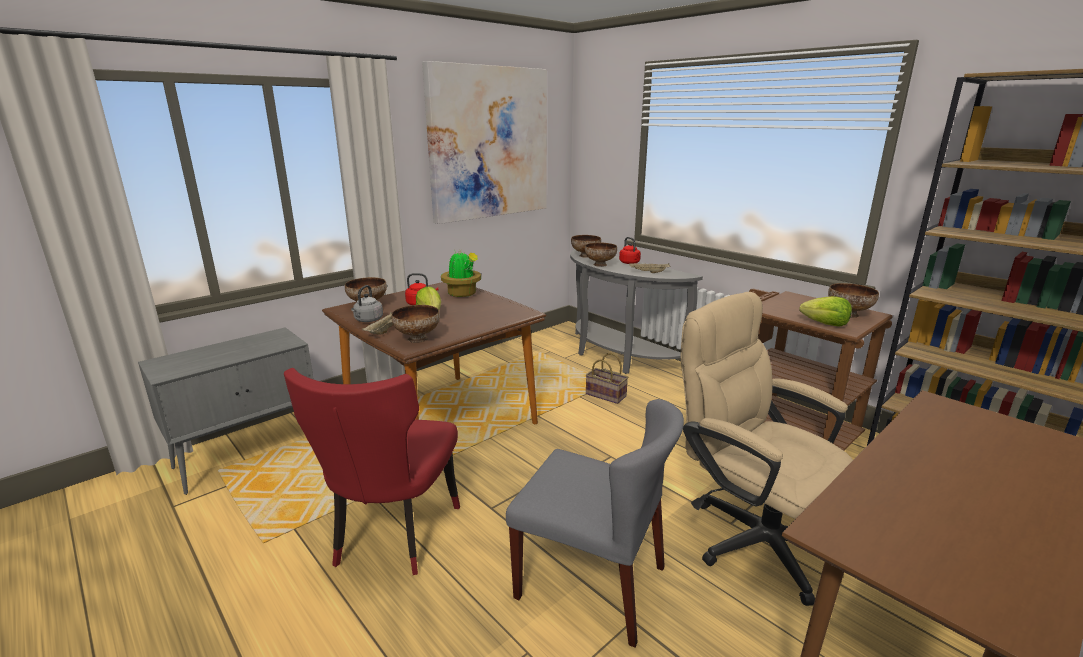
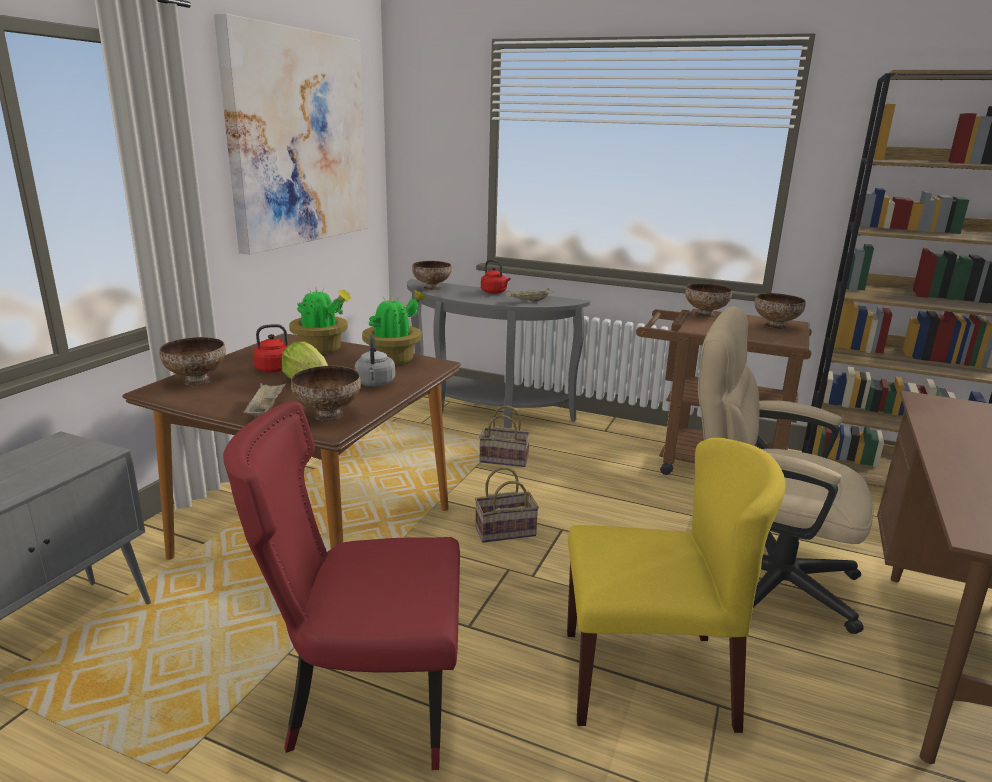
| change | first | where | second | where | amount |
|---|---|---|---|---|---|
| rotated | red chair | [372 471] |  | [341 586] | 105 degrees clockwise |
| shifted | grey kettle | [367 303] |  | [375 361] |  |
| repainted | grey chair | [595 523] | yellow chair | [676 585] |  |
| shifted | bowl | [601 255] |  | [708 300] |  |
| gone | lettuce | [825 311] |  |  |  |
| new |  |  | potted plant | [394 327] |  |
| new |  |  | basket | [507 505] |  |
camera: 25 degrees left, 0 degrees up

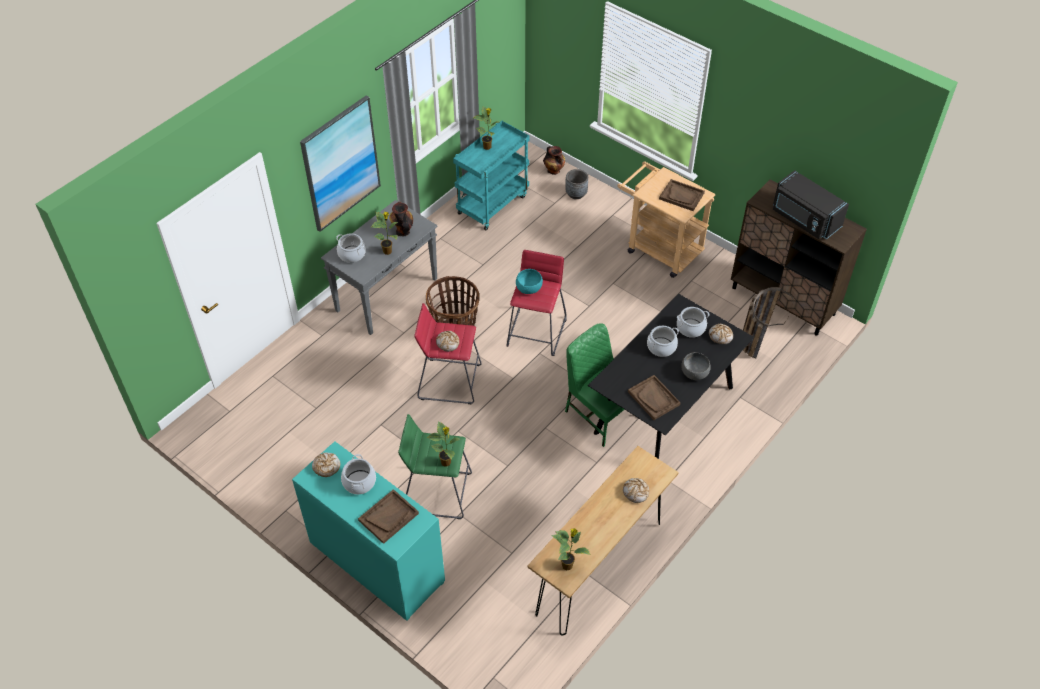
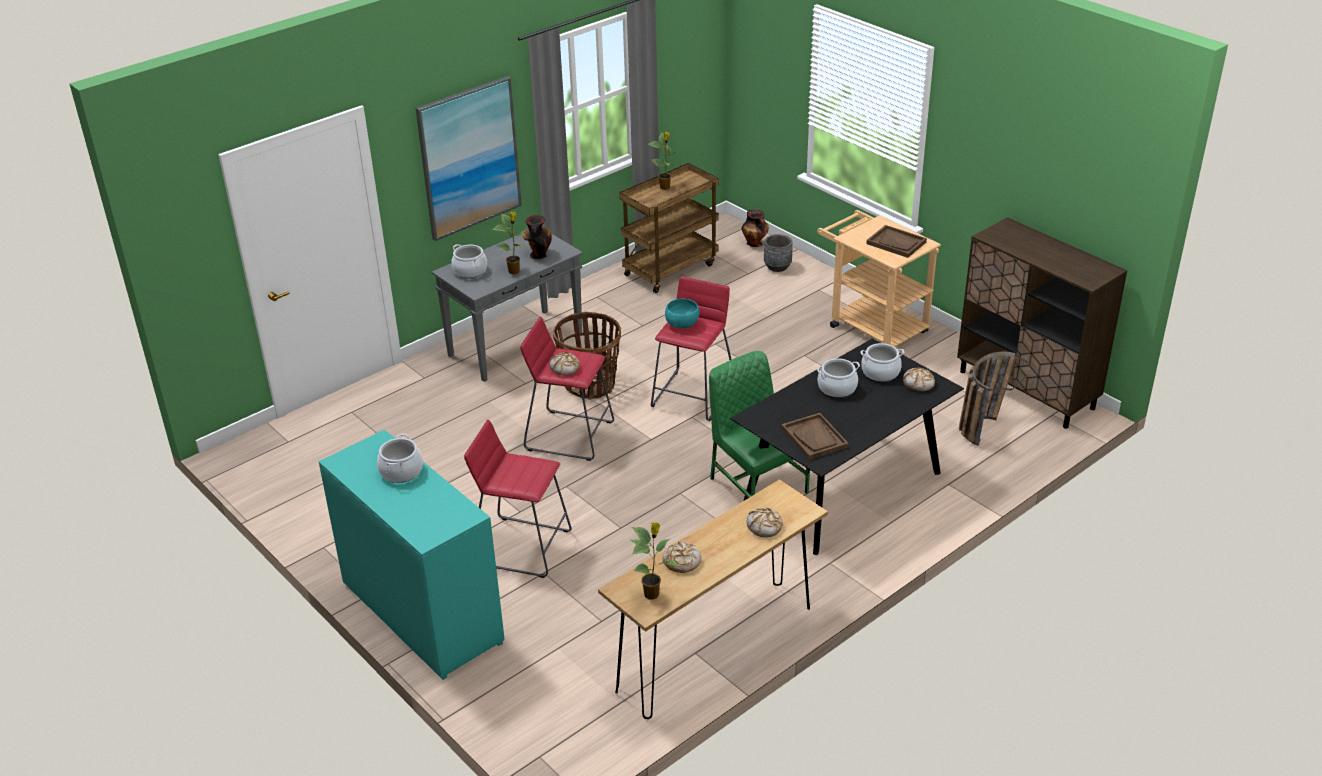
| change | first | where | second | where | amount |
|---|---|---|---|---|---|
| shifted | bread | [326 464] |  | [682 557] |  |
| gone | brown tray | [388 516] |  |  |  |
| repainted | green stool | [435 466] | red stool | [518 499] |  |
| gone | potted plant | [444 444] |  |  |  |
| repainted | turquoise cart | [491 175] | brown cart | [669 228] |  |
| gone | grey bowl | [696 366] |  |  |  |
| gone | black microwave | [811 204] |  |  |  |
camera: 10 degrees right, 15 degrees down

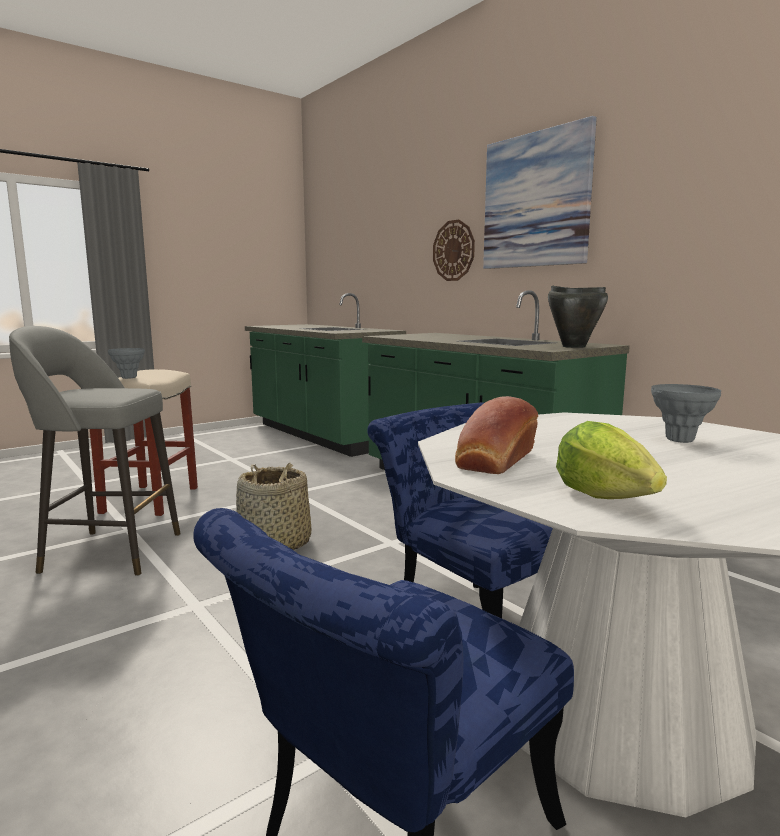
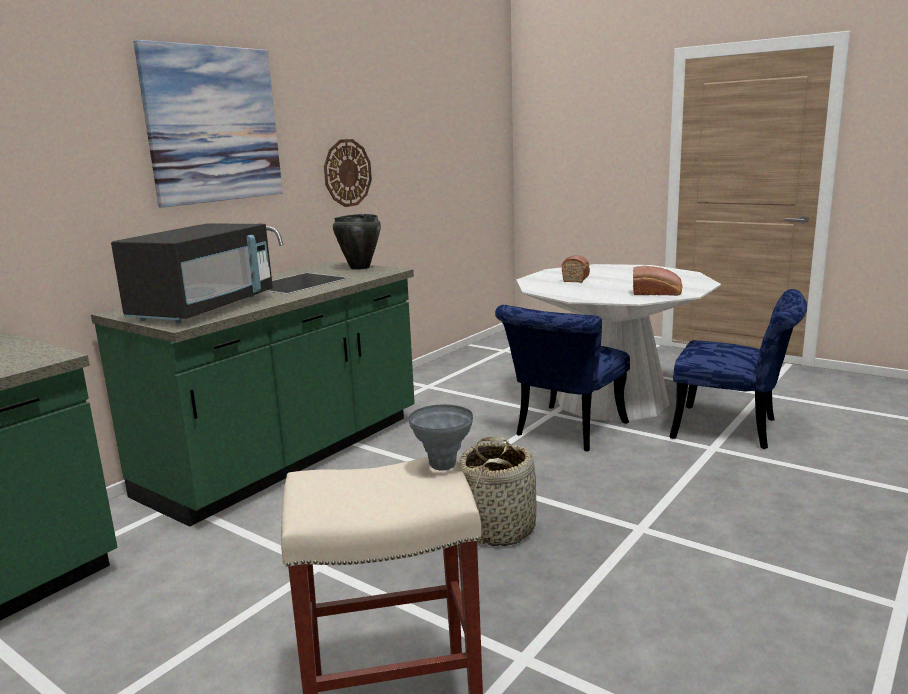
| change | first | where | second | where | amount |
|---|---|---|---|---|---|
| gone | grey stool | [95 451] |  |  |  |
| shifted | wall clock | [454 250] |  | [348 173] |  |
| gone | lettuce | [611 460] |  |  |  |
| swapped | grey vase | [686 413] | bread | [576 269] |  |
| new |  |  | black microwave | [192 273] |  |
camera: 105 degrees left, 5 degrees up

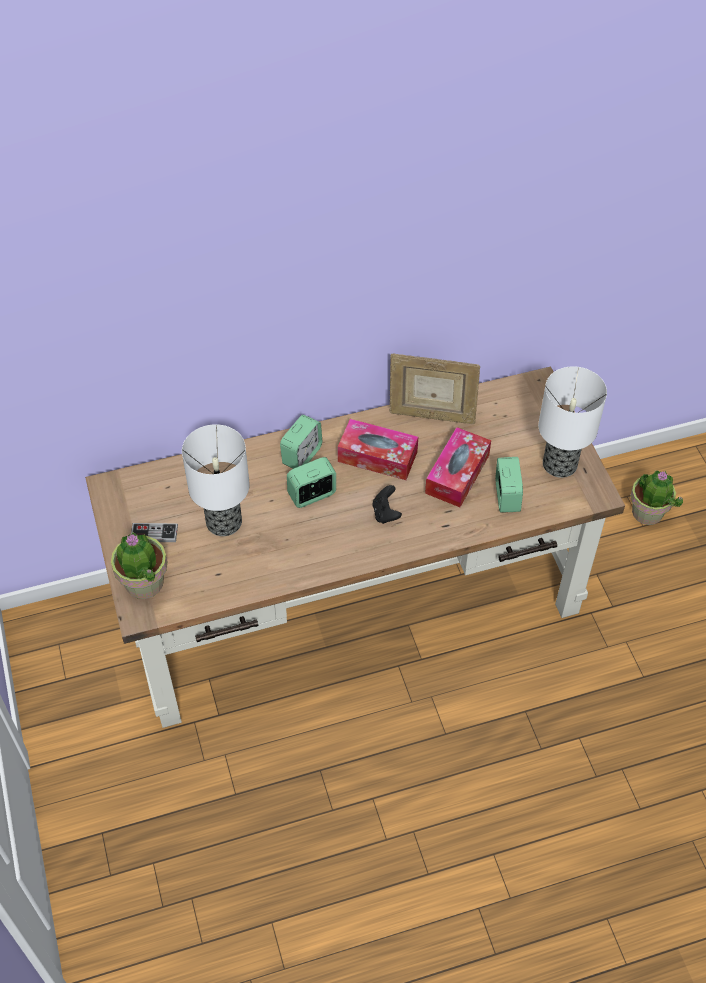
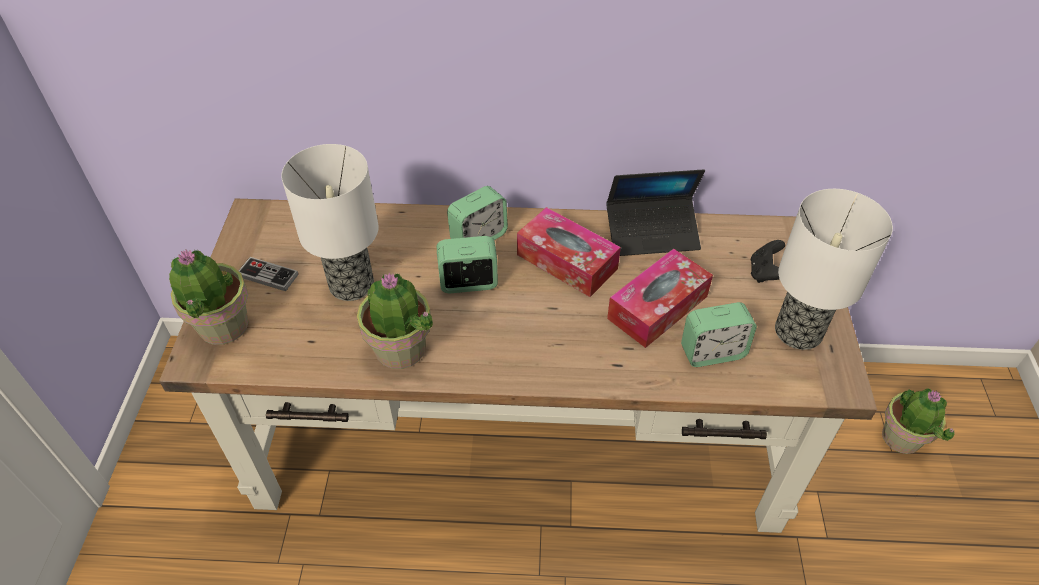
| change | first | where | second | where | amount |
|---|---|---|---|---|---|
| shifted | black game controller | [387 504] |  | [768 261] |  |
| swapped | picture frame | [435 389] | laptop | [655 212] |  |
| rotated | alarm clock | [509 485] |  | [719 334] | 60 degrees clockwise |
| new |  |  | potted plant | [395 321] |  |
camera: 20 degrees right, 5 degrees down

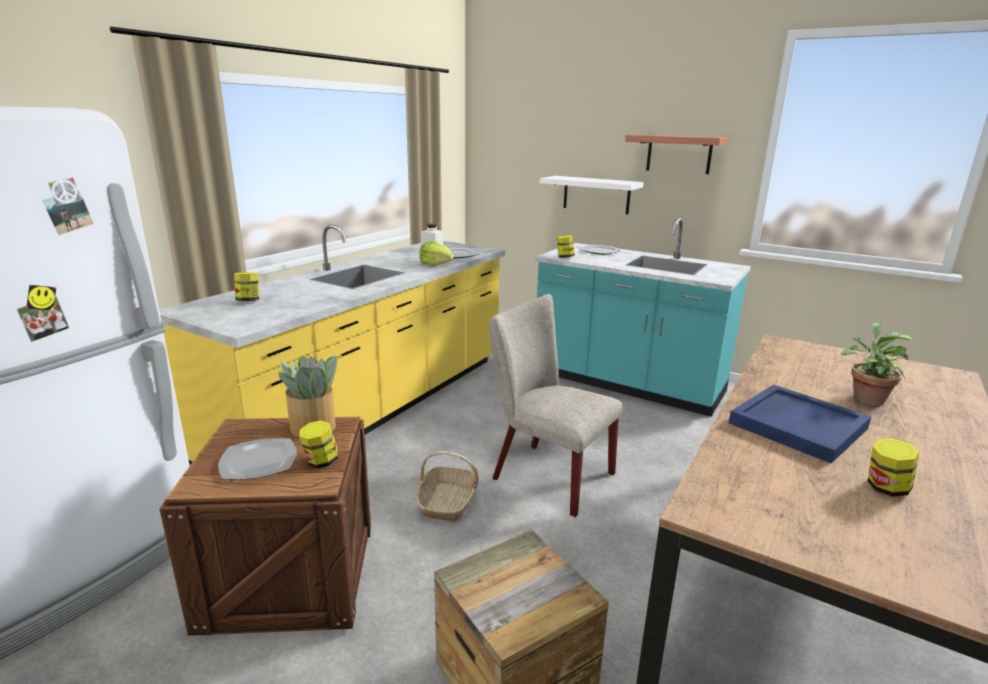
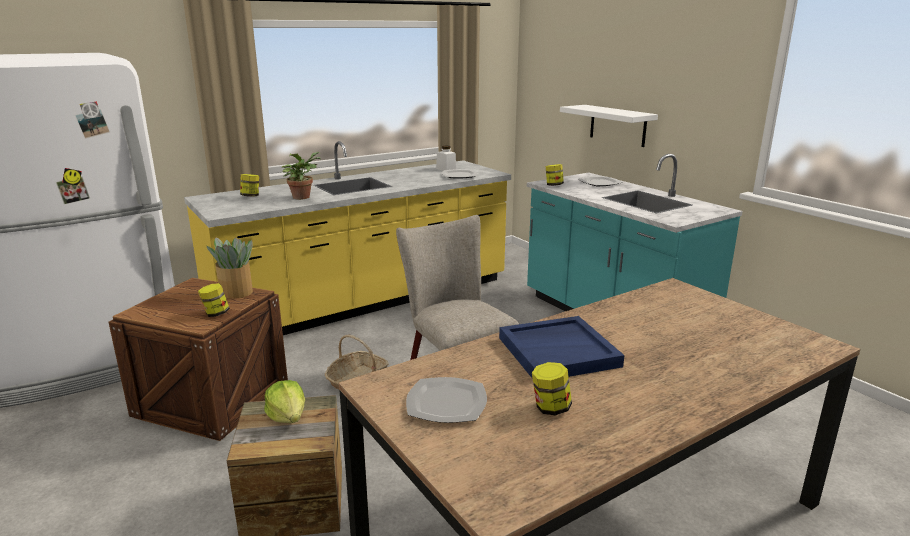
| change | first | where | second | where | amount |
|---|---|---|---|---|---|
| shifted | plate | [257 459] |  | [446 400] |  |
| shifted | lettuce | [436 253] |  | [284 401] |  |
| gone | shelf | [676 154] |  |  |  |
| shifted | potted plant | [877 364] |  | [301 176] |  |
camera: 25 degrees right, 0 degrees up

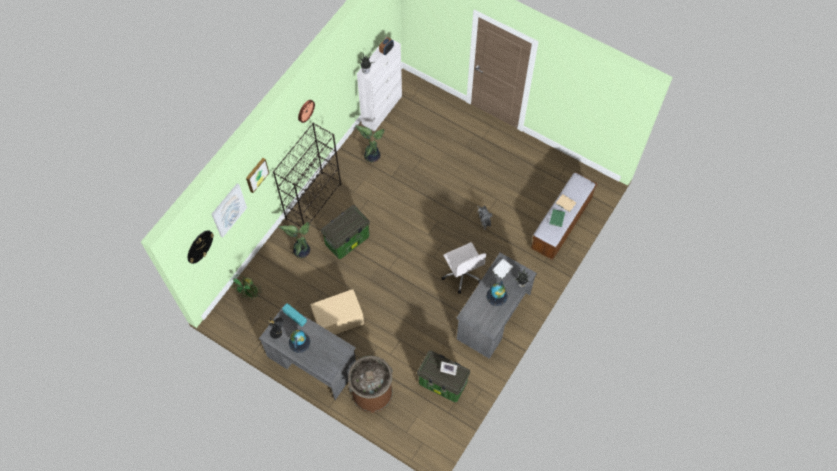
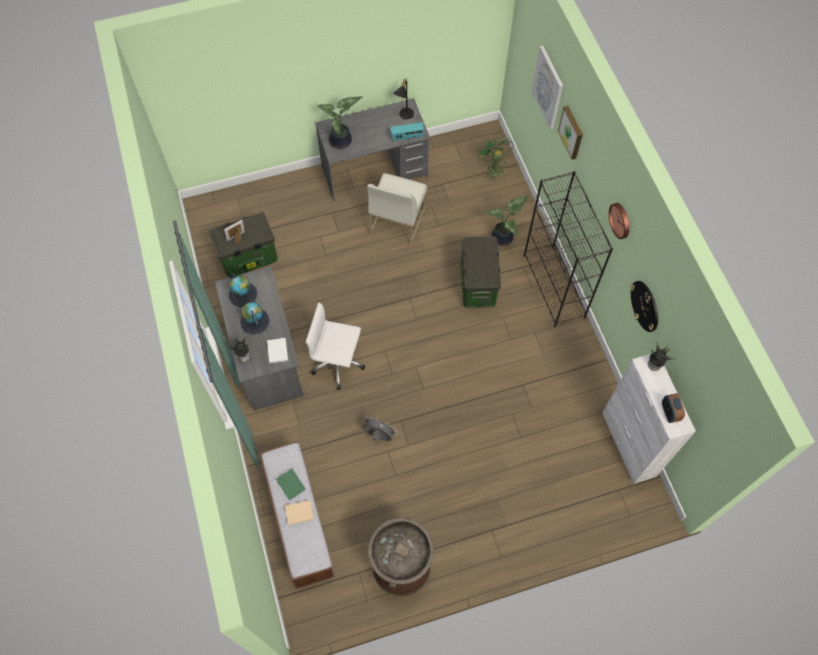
| change | first | where | second | where | amount |
|---|---|---|---|---|---|
| shifted | wall clock | [201 247] |  | [644 306] |  |
| shifted | globe | [299 341] |  | [243 290] |  |
| swapped | beige storage box | [337 312] | white chair | [397 209] |  |
| shifted | brown trash can | [370 384] |  | [401 557] |  |
| shifted | potted plant | [369 144] |  | [340 122] |  |
camera: 130 degrees right, 0 degrees up

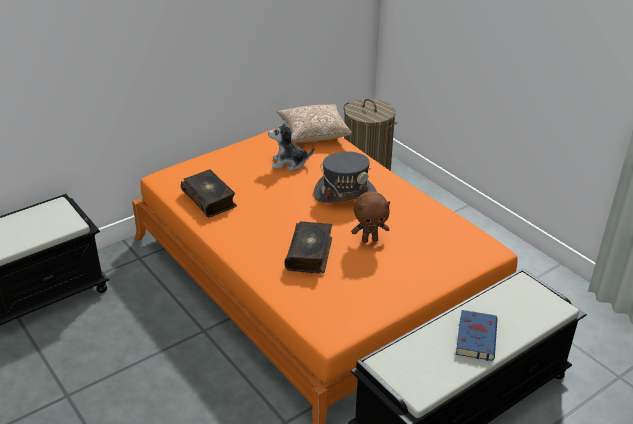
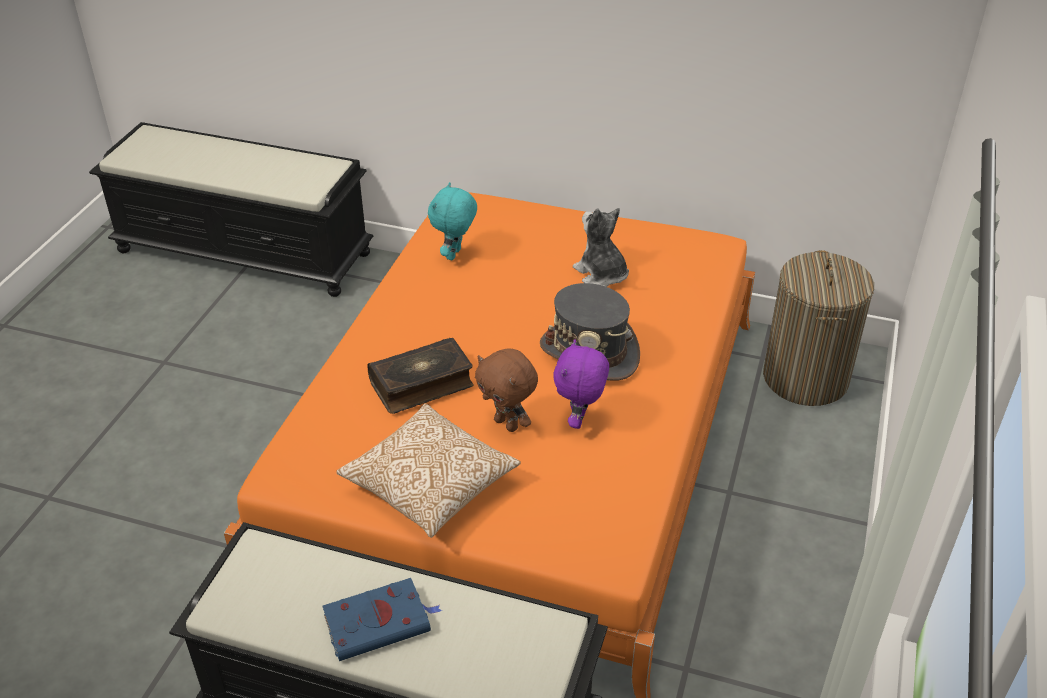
| change | first | where | second | where | amount |
|---|---|---|---|---|---|
| swapped | book | [209 193] | turquoise plush toy | [452 221] |  |
| shifted | pillow | [314 123] |  | [428 470] |  |
| new |  |  | purple plush toy | [581 384] |  |
camera: 55 degrees right, 5 degrees up

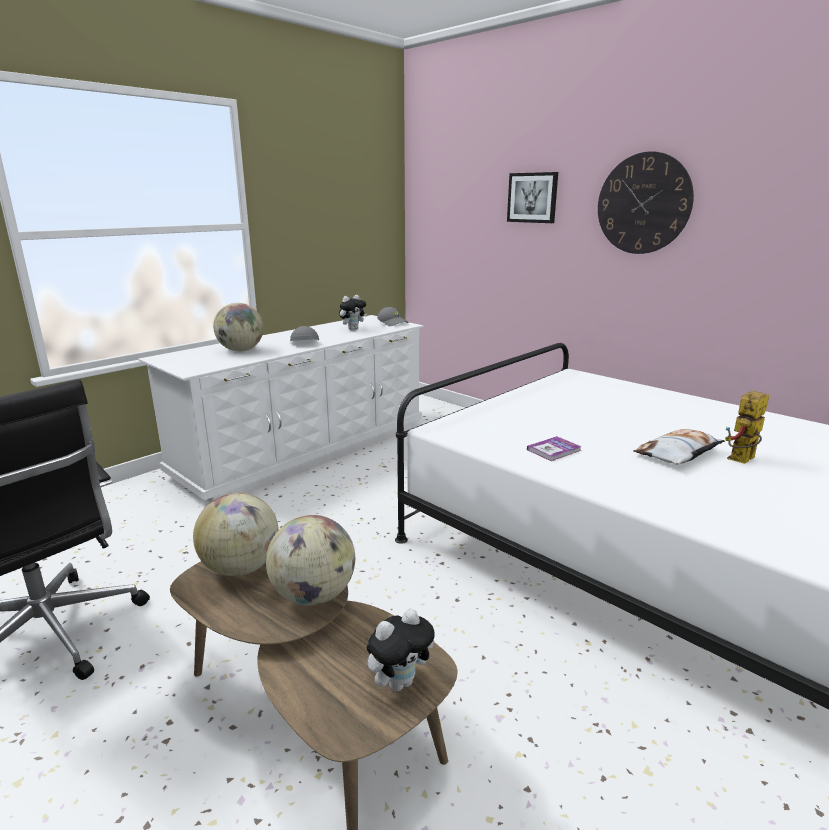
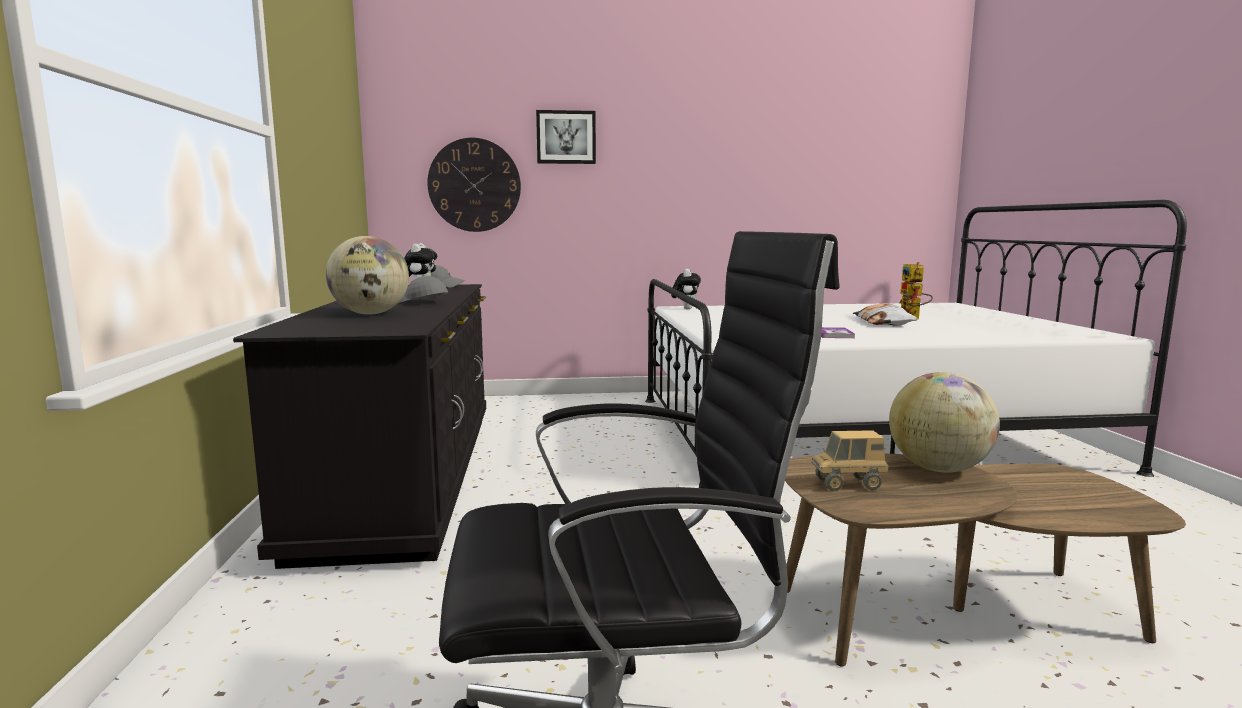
| change | first | where | second | where | amount |
|---|---|---|---|---|---|
| repainted | white dresser | [281 408] | black dresser | [359 426] |  |
| swapped | globe | [236 534] | toy truck | [849 460] |  |
| shifted | plush toy | [401 650] |  | [686 289] |  |
| shifted | wall clock | [646 202] |  | [474 185] |  |
camera: 50 degrees left, 10 degrees down

